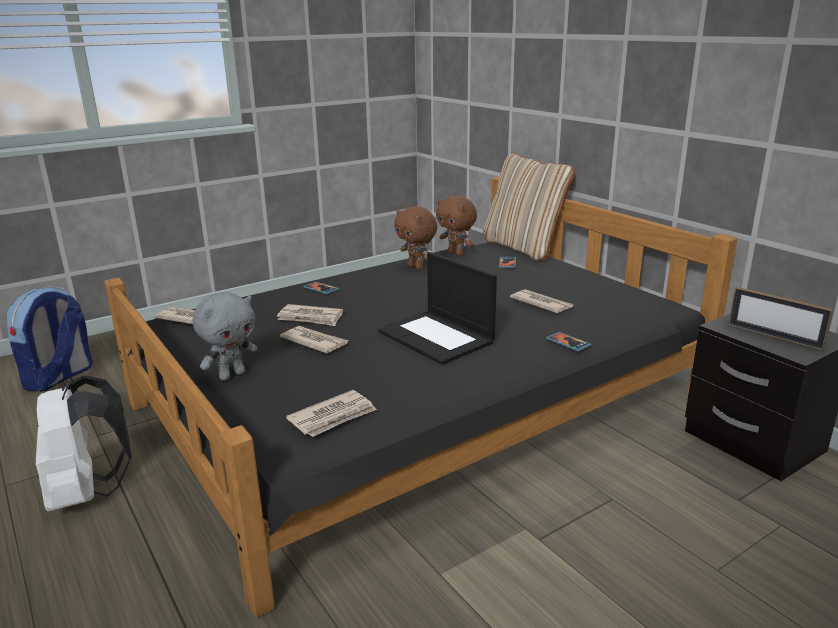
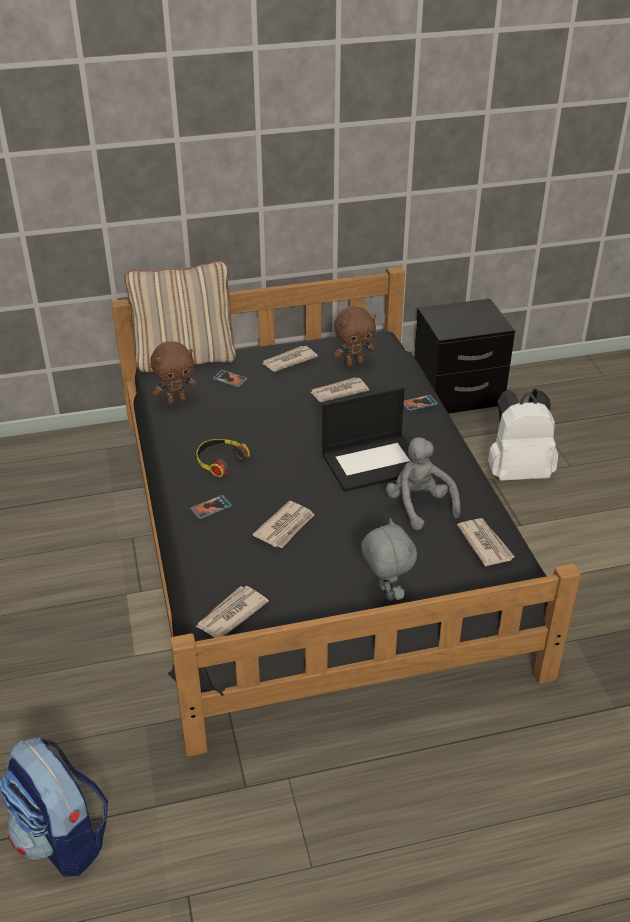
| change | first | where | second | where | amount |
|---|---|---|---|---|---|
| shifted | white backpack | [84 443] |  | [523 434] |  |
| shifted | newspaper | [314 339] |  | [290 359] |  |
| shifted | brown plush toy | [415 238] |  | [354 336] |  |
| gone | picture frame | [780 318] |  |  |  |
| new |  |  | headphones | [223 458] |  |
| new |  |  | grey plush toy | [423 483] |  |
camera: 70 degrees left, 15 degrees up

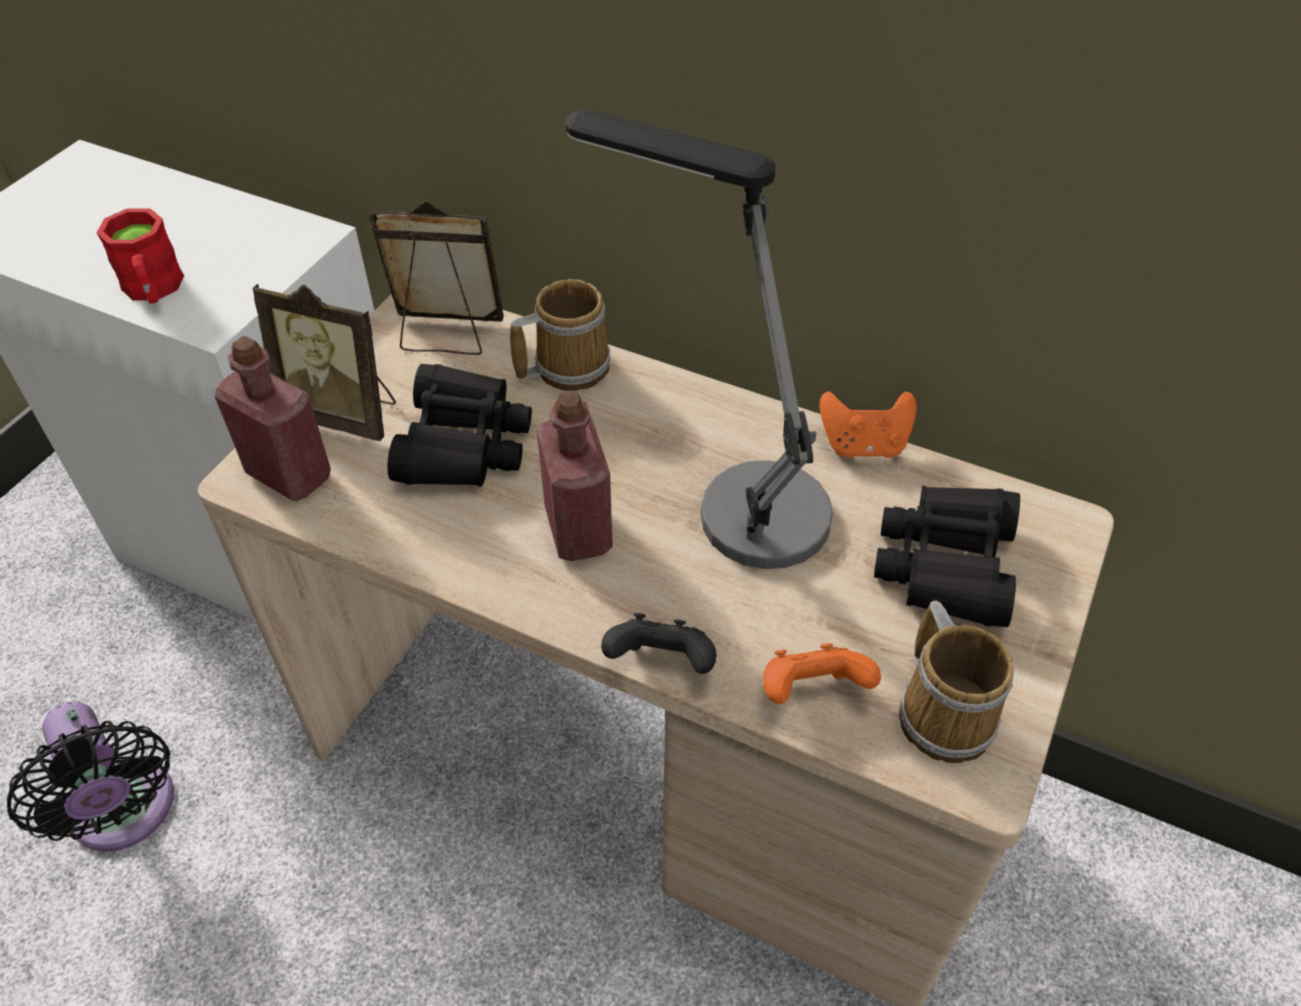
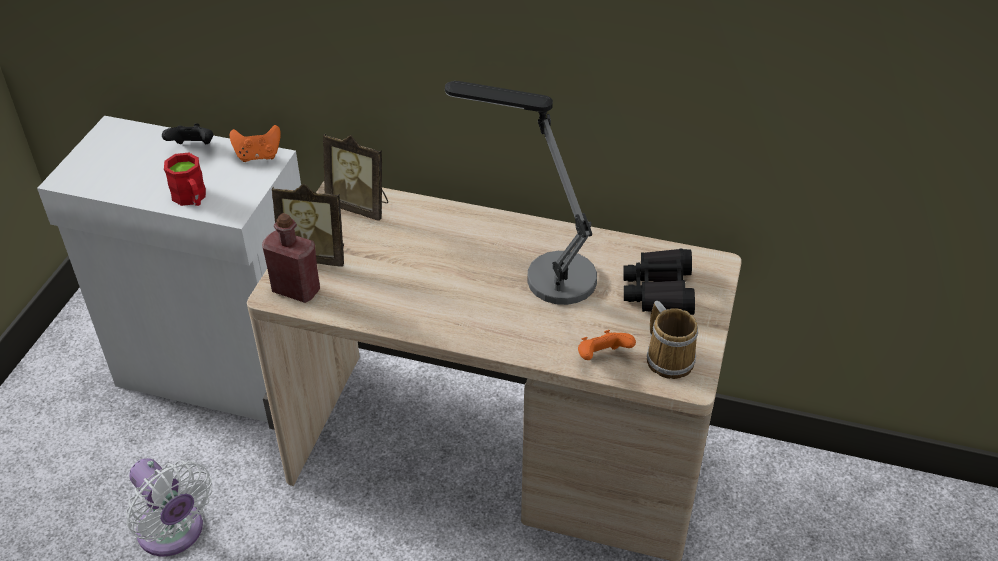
| change | first | where | second | where | amount |
|---|---|---|---|---|---|
| repainted | black fan | [90 776] | white fan | [169 507] |  |
| rotated | picture frame | [436 278] |  | [355 177] | 150 degrees counterclockwise |
| gone | black binoculars | [459 425] |  |  |  |
| gone | mug | [560 335] |  |  |  |
| gone | red bottle | [574 476] |  |  |  |
| shifted | black game controller | [659 643] |  | [187 133] |  |
| shifted | orange game controller | [868 424] |  | [255 143] |  |
camera: 10 degrees left, 5 degrees down

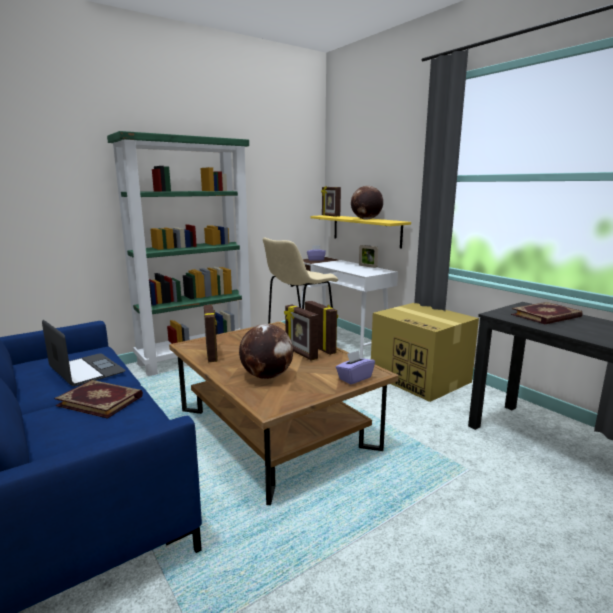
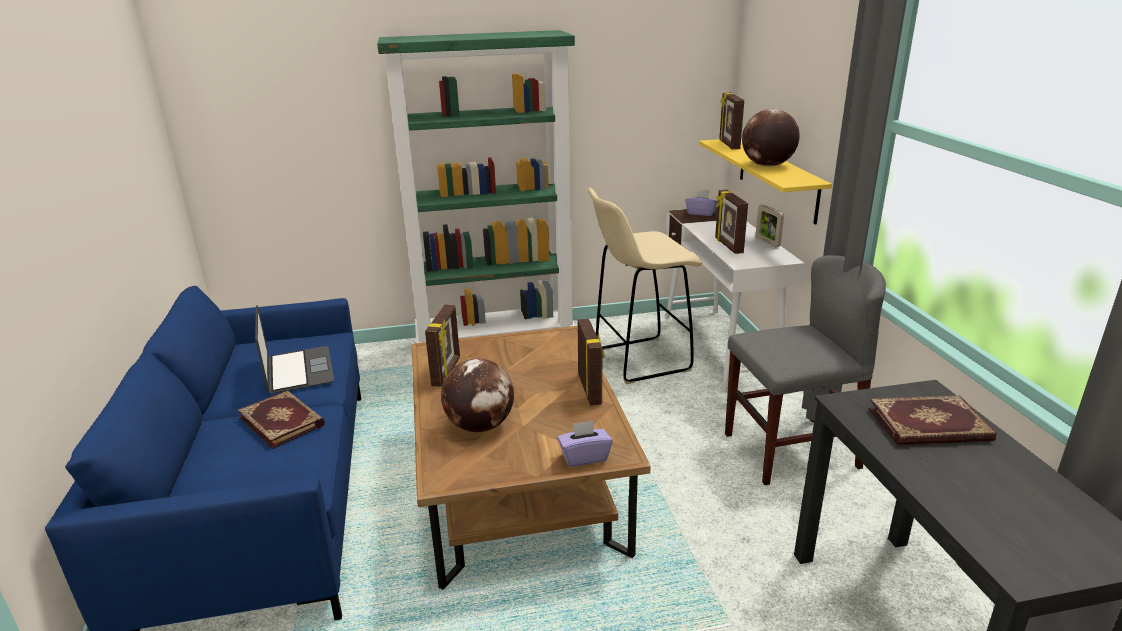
| change | first | where | second | where | amount |
|---|---|---|---|---|---|
| shifted | picture frame | [301 333] |  | [731 222] |  |
| swapped | cardboard box | [425 352] | grey chair | [805 370] |  |
camera: 25 degrees right, 10 degrees up

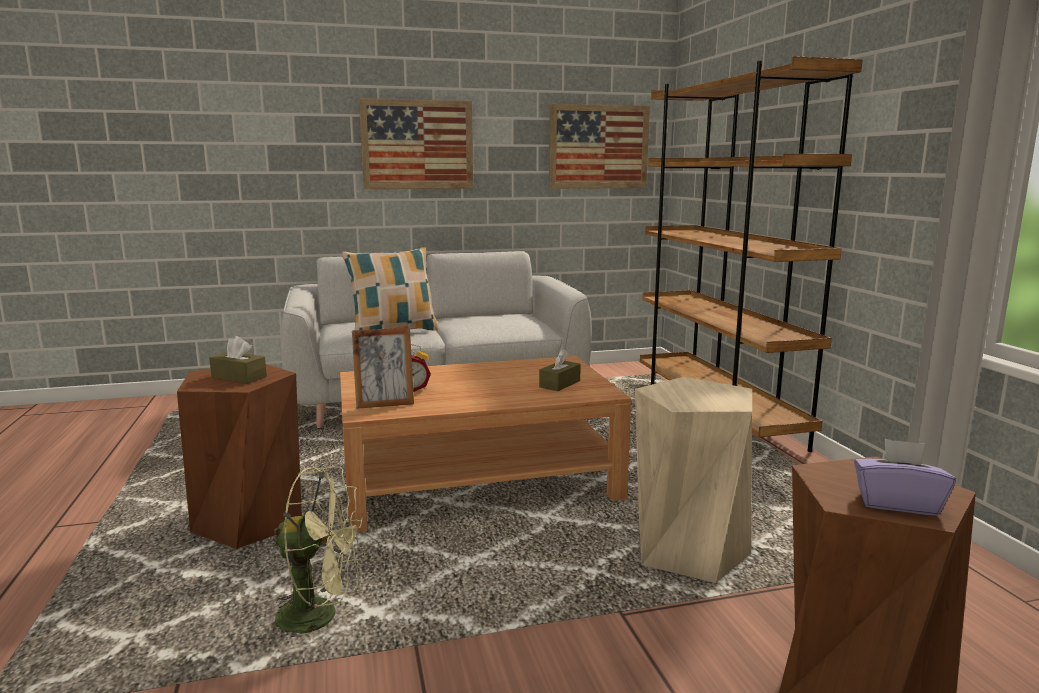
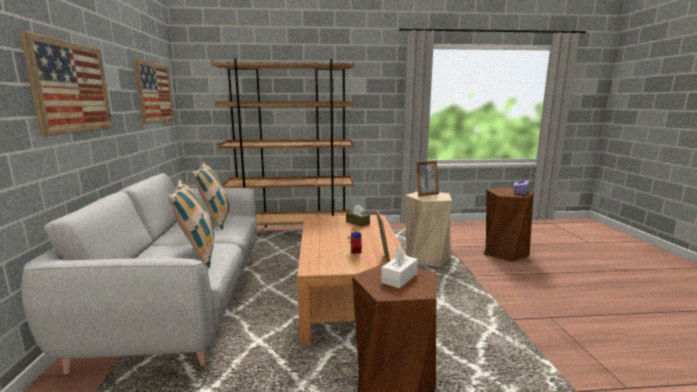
| change | first | where | second | where | amount |
|---|---|---|---|---|---|
| repainted | brown tissue box | [238 360] | white tissue box | [399 268] |  |
| gone | green fan | [319 552] |  |  |  |
| new |  |  | pillow | [210 196] |  |
| new |  |  | picture frame | [427 179] |  |
camera: 80 degrees left, 0 degrees up

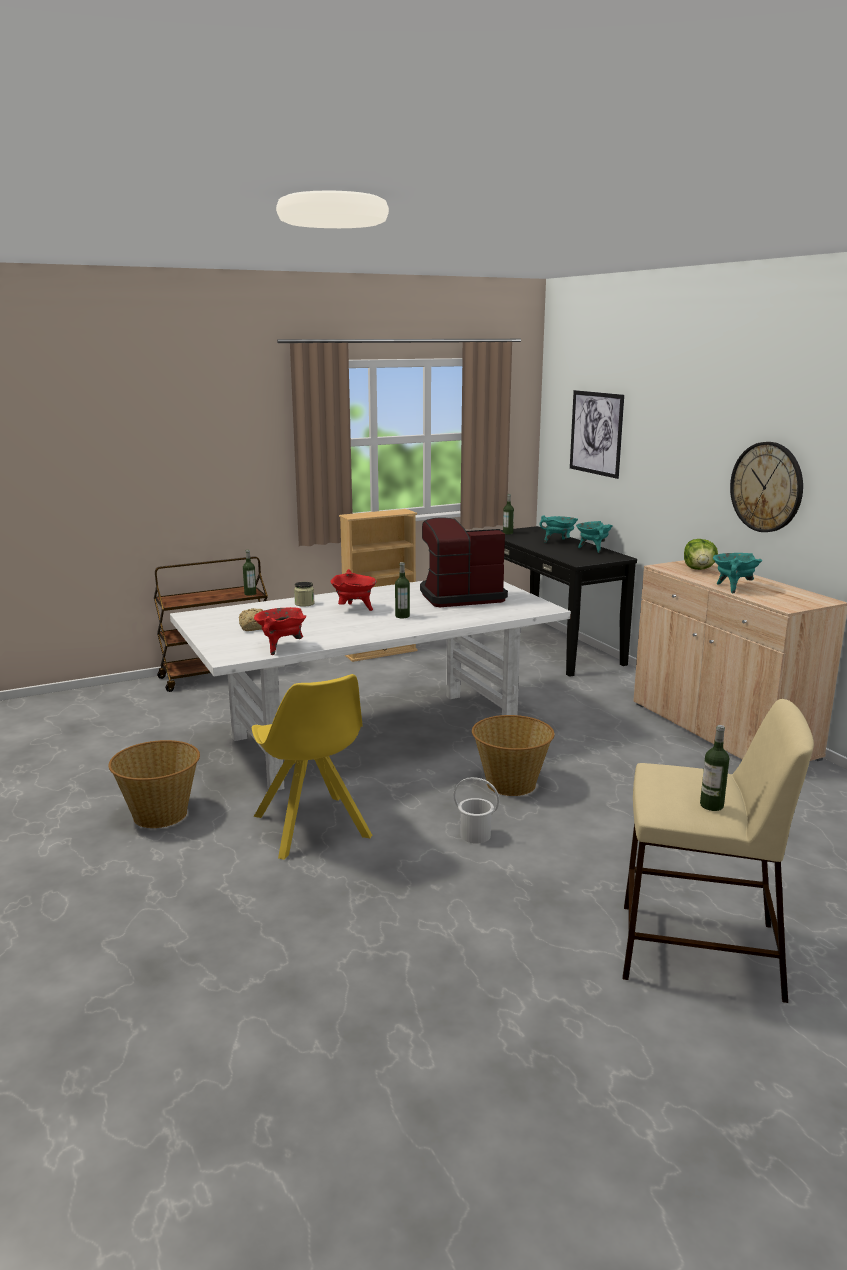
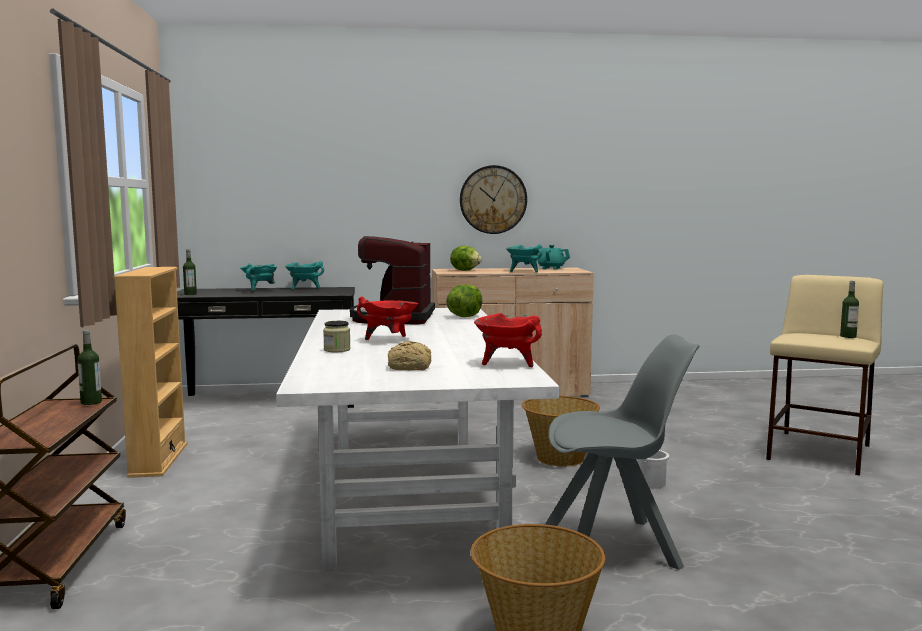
| change | first | where | second | where | amount |
|---|---|---|---|---|---|
| repainted | yellow chair | [312 767] | grey chair | [622 452] |  |
| gone | bottle | [402 590] |  |  |  |
| gone | picture | [597 434] |  |  |  |
| new |  |  | lettuce | [464 300] |  |
| new |  |  | turquoise teapot | [553 257] |  |
camera: 70 degrees left, 10 degrees down

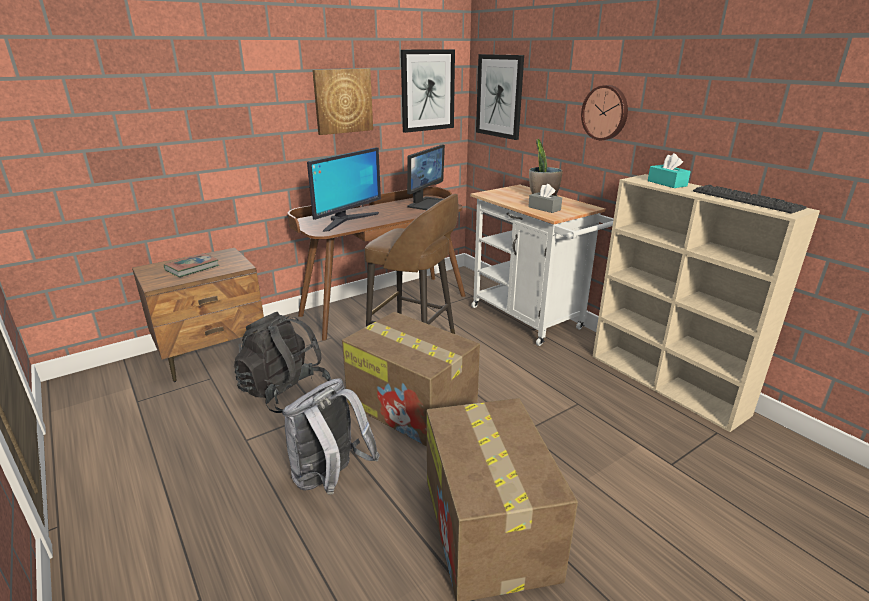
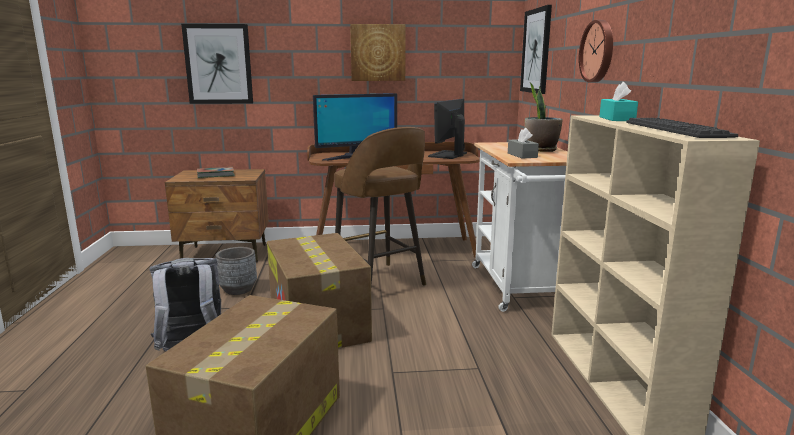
| change | first | where | second | where | amount |
|---|---|---|---|---|---|
| swapped | black backpack | [283 362] | grey planter | [236 271] |  |
| shifted | picture | [428 91] |  | [217 64] |  |
| rotated | monitor | [426 177] |  | [447 129] | 150 degrees clockwise |
camera: 30 degrees right, 10 degrees down

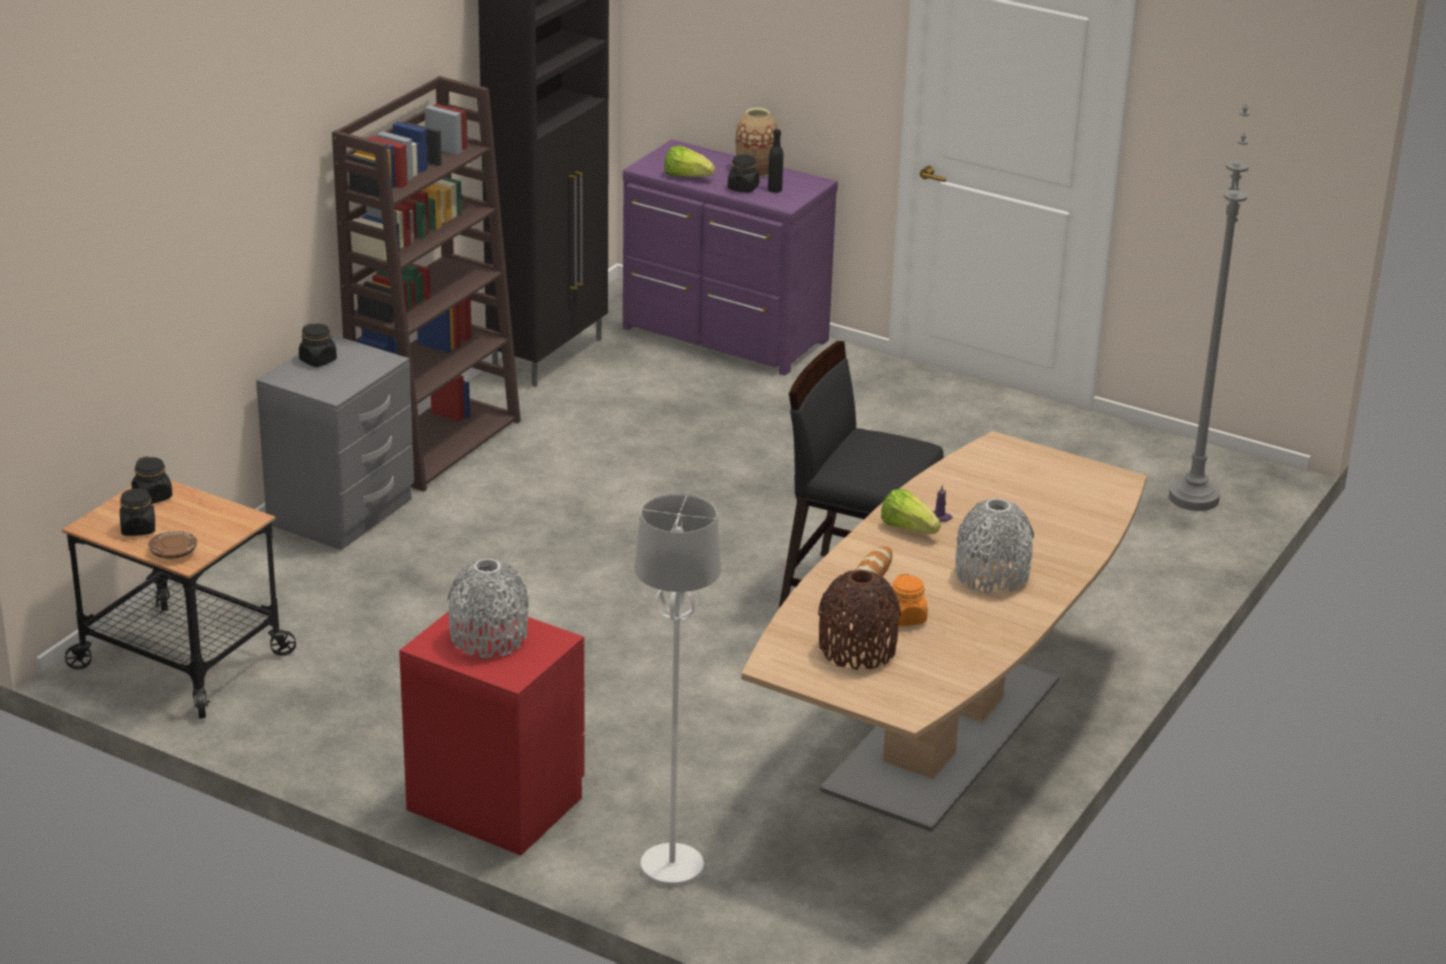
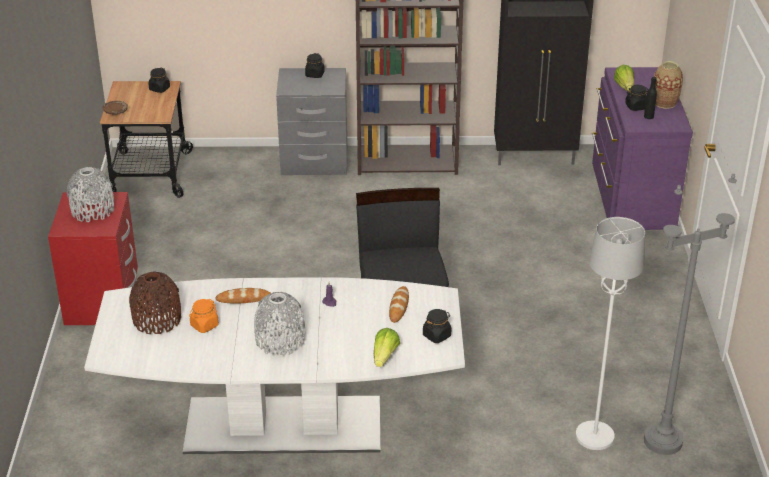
| change | first | where | second | where | amount |
|---|---|---|---|---|---|
| shifted | black jar | [137 512] |  | [437 326] |  |
| shifted | white floor lamp | [678 690] |  | [610 333] |  |
| repainted | brown dining table | [944 631] | white dining table | [274 365] |  |
| shifted | lettuce | [911 511] |  | [387 347] |  |
| new |  |  | bread | [399 304] |  |
camera: 60 degrees right, 5 degrees up

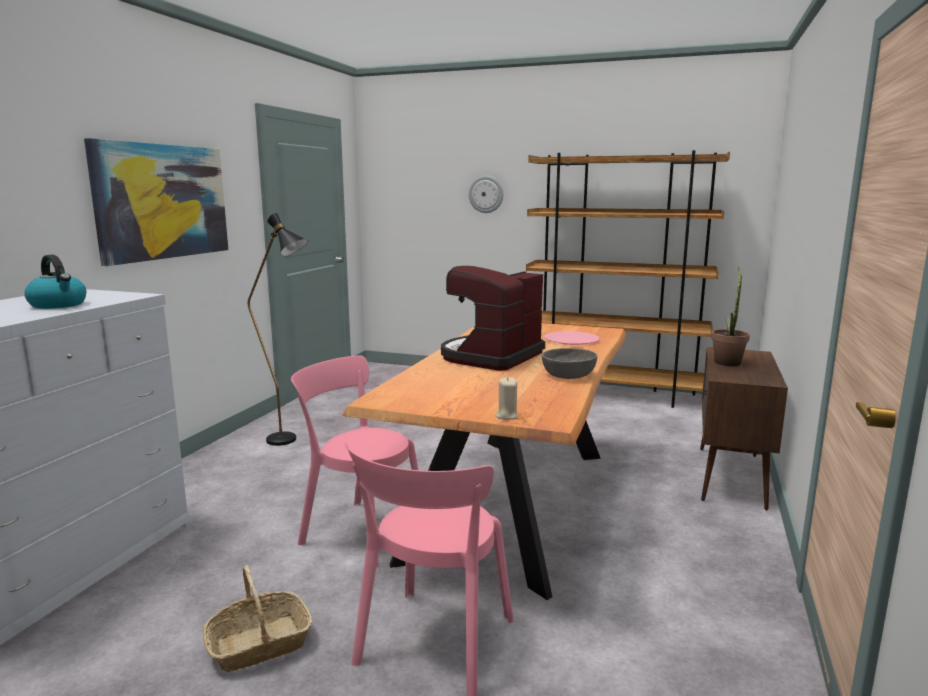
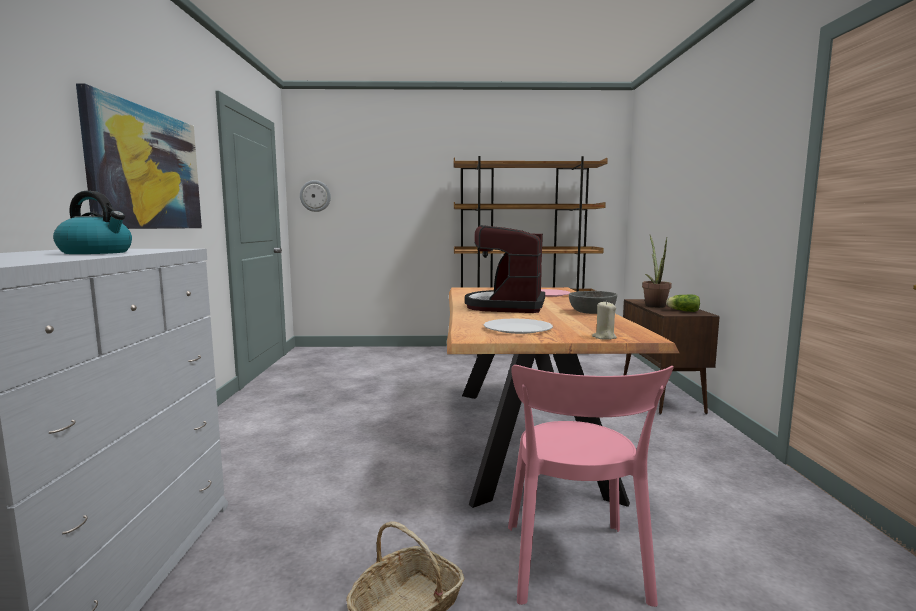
| change | first | where | second | where | amount |
|---|---|---|---|---|---|
| gone | black floor lamp | [278 329] |  |  |  |
| gone | pink chair | [354 461] |  |  |  |
| shifted | wall clock | [486 194] |  | [315 196] |  |
| new |  |  | white plate | [518 326] |  |
| new |  |  | lettuce | [683 303] |  |
camera: 20 degrees left, 5 degrees down

